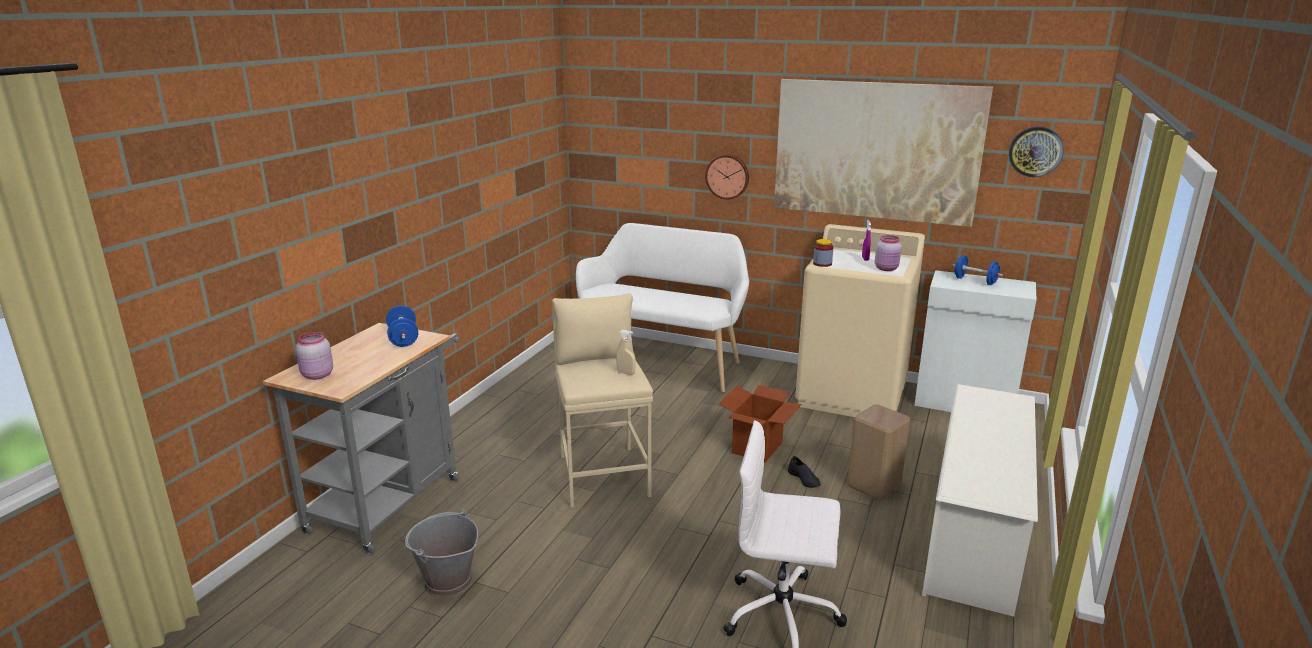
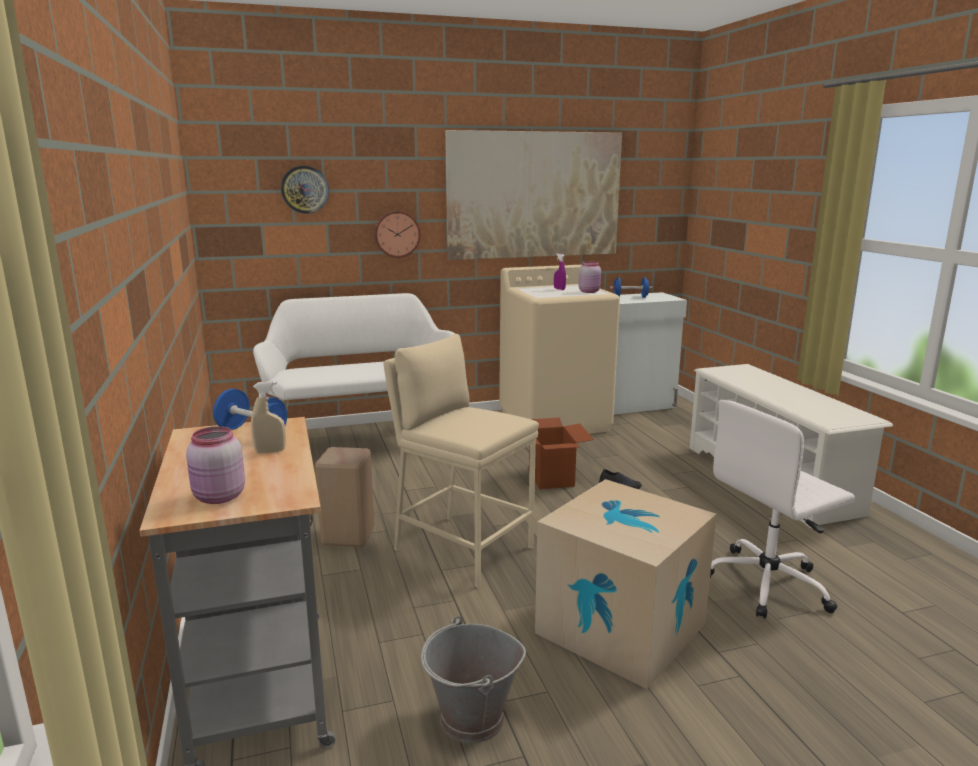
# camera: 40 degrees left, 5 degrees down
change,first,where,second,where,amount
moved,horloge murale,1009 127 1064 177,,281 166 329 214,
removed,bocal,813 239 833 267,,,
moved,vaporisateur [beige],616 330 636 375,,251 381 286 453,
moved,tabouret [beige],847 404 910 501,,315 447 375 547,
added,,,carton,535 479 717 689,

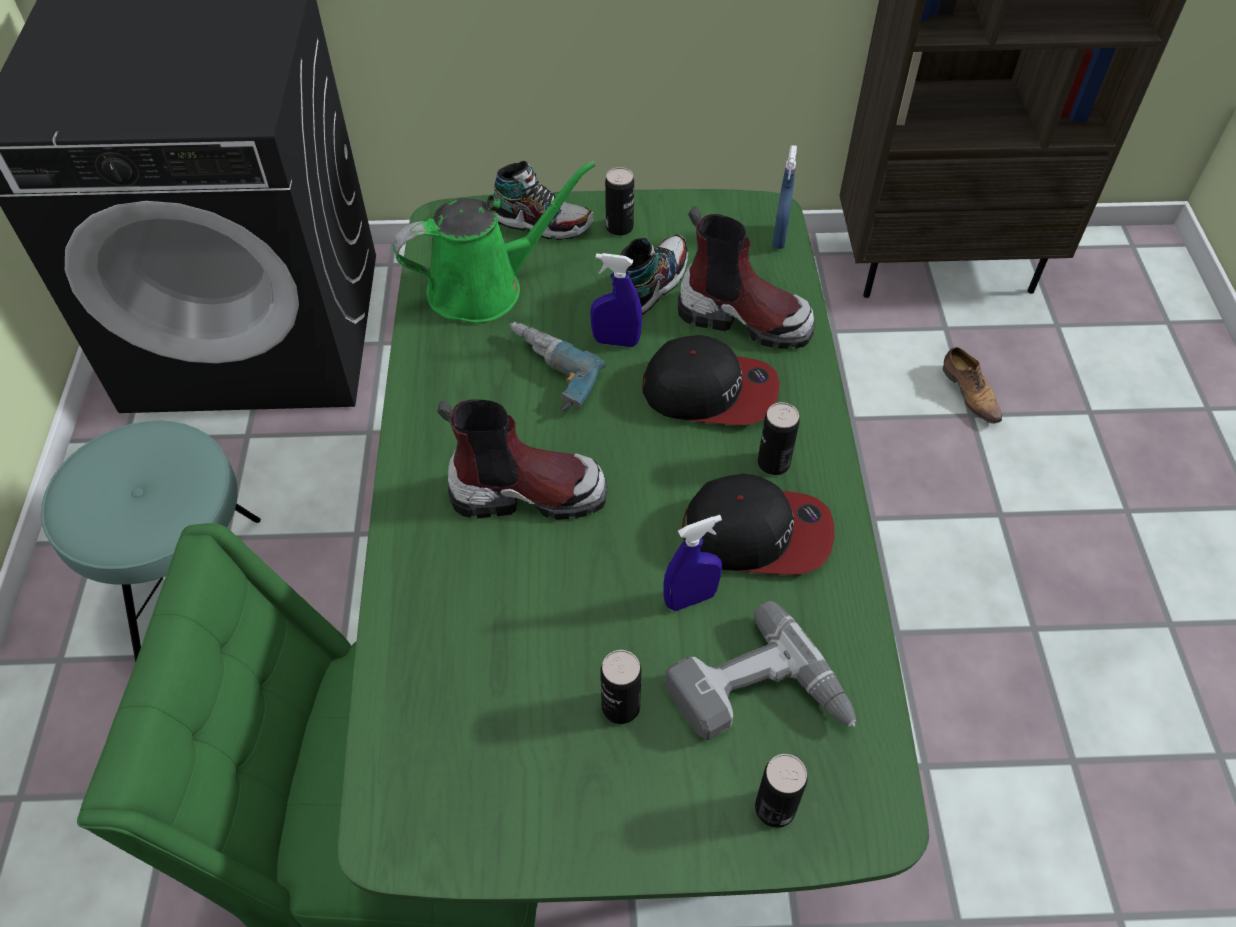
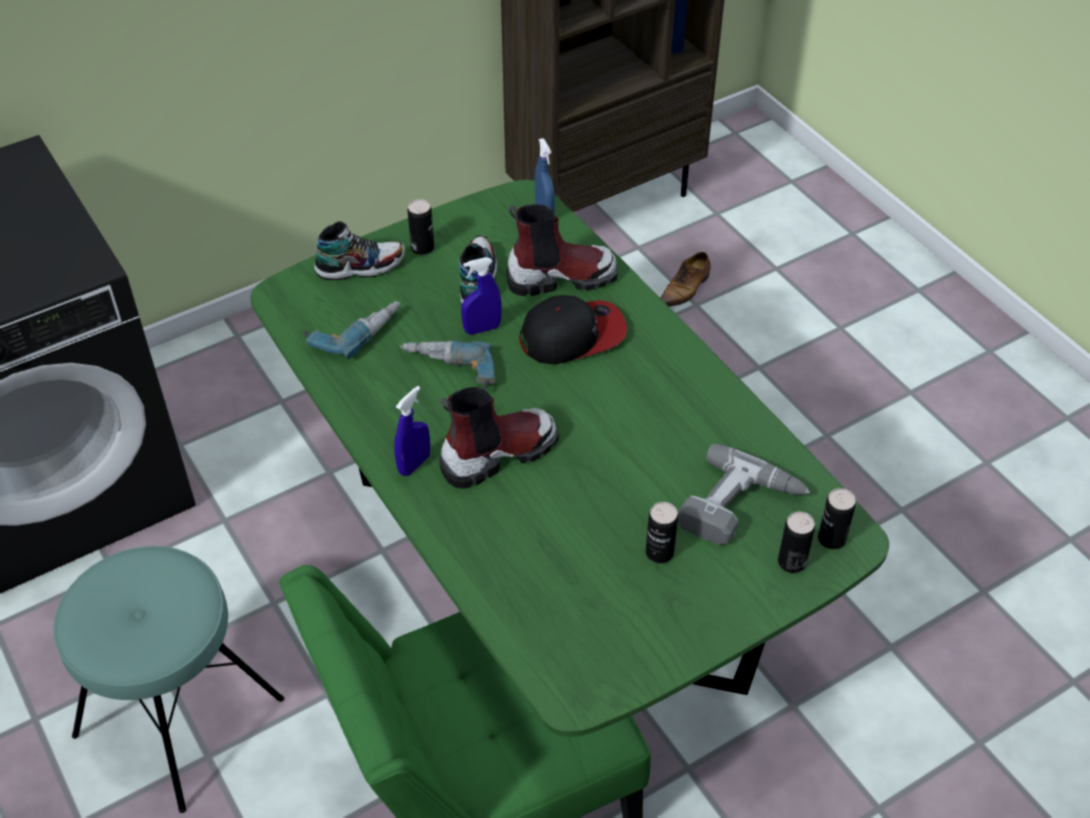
# camera: 30 degrees left, 5 degrees down
change,first,where,second,where,amount
replaced,arrosoir [vert],392 161 596 323,perceuse,303 301 400 359,
turned,chaussure,943 347 1002 424,,661 252 711 307,90 degrees clockwise
moved,boîte métallique,758 402 800 475,,818 488 856 549,
removed,casquette,682 473 834 575,,,
moved,vaporisateur [bleu],663 515 722 611,,394 386 430 476,

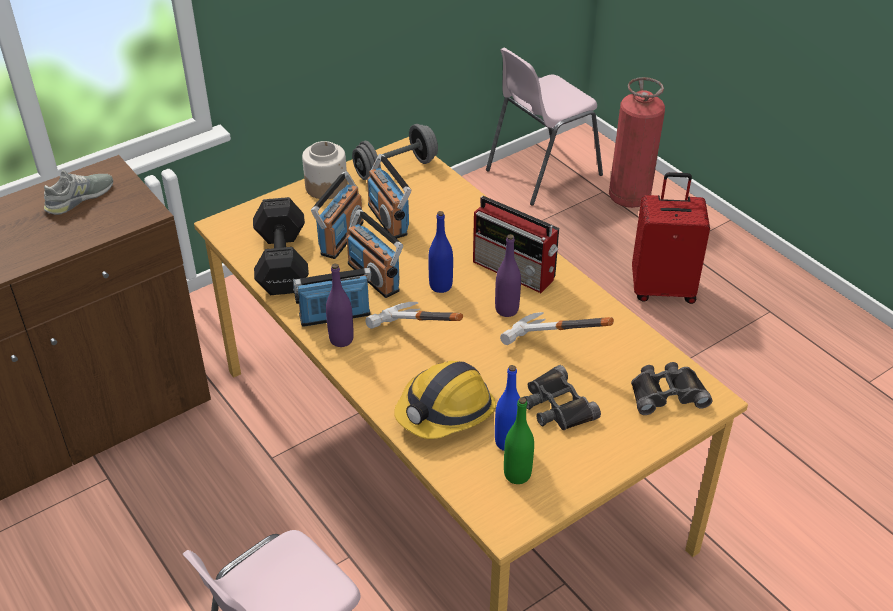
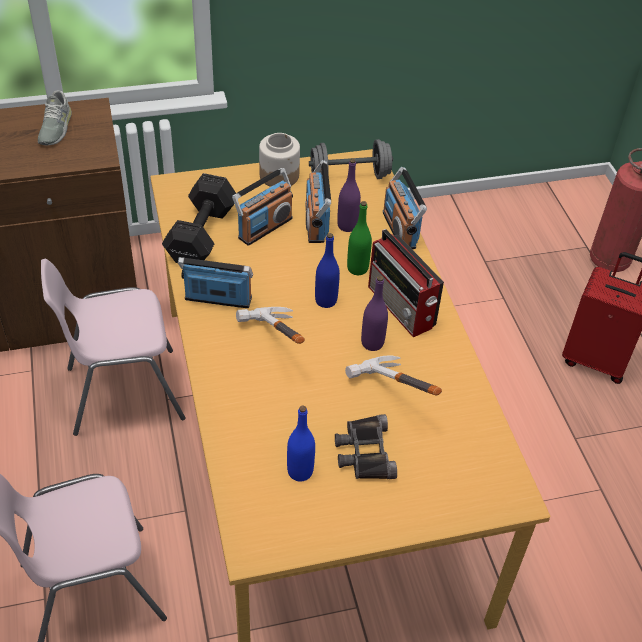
# camera: 20 degrees right, 5 degrees up
change,first,where,second,where,amount
moved,chaise [rose],486 48 603 206,,41 259 186 436,
turned,chaussure [gris],44 170 113 215,,38 91 72 145,120 degrees clockwise
moved,radio,347 210 403 298,,383 167 427 249,
moved,bouteille [violet],326 263 354 347,,337 159 361 232,
removed,casque de chantier,394 361 496 439,,,
removed,jumelles [noir],631 362 712 415,,,
moved,bouteille [vert],504 397 534 484,,347 201 372 275,

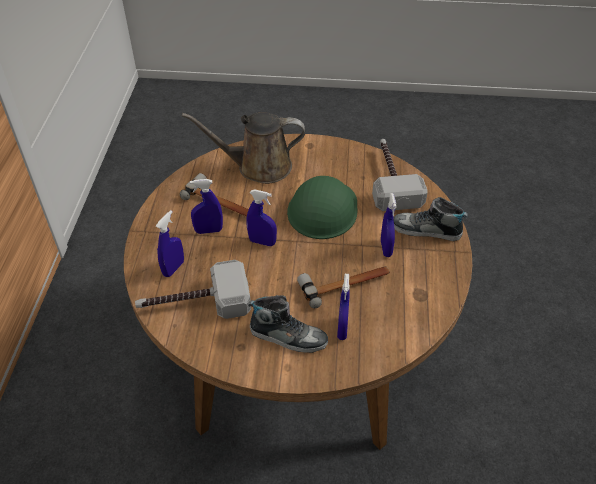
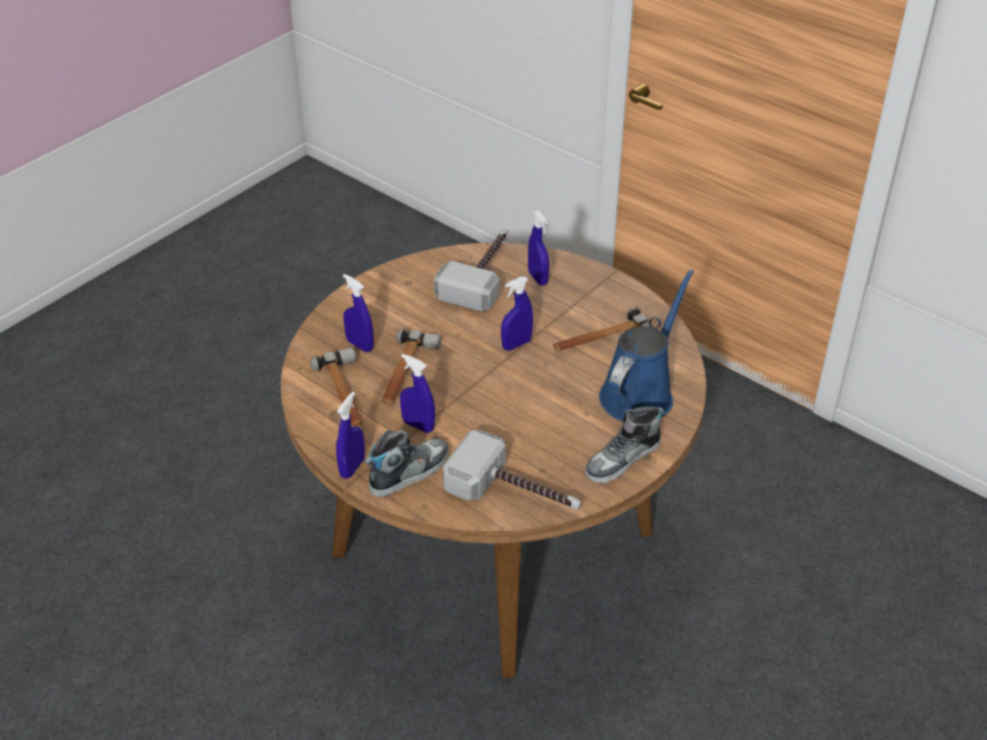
# camera: 125 degrees right, 5 degrees down
change,first,where,second,where,amount
recoloured,arrosoir [marron],182 112 305 184,arrosoir [bleu],599 269 694 421,
removed,casque de chantier [vert],287 176 358 239,,,
moved,vaporisateur [bleu],190 179 223 234,,336 392 365 479,
moved,chaussure,249 295 328 353,,585 407 665 483,
added,,,marteau,310 347 363 426,

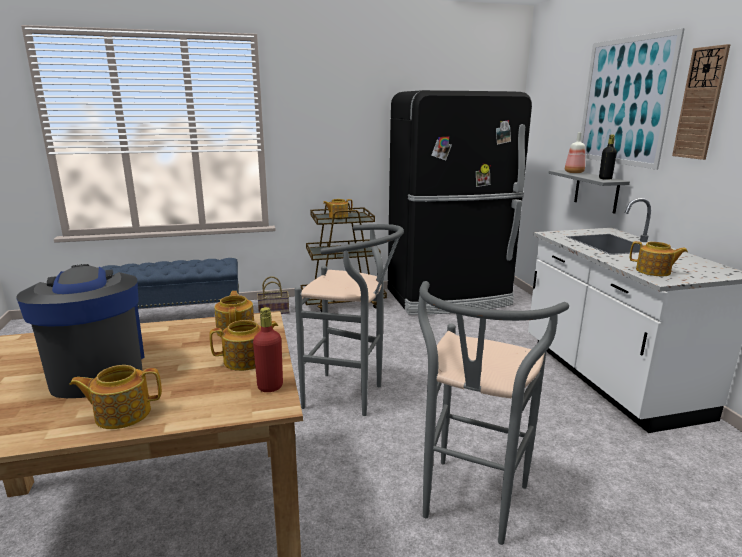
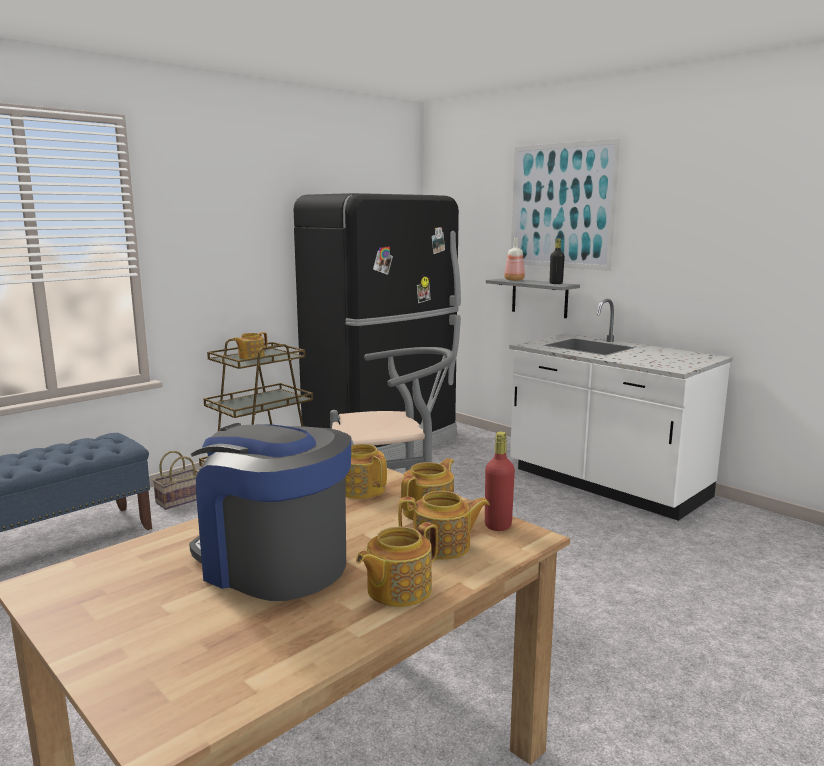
# camera: 30 degrees left, 5 degrees down
change,first,where,second,where,amount
removed,horloge murale,672 44 731 160,,,
moved,théière,630 241 688 276,,398 491 490 560,
removed,tabouret [gris],418 281 569 545,,,

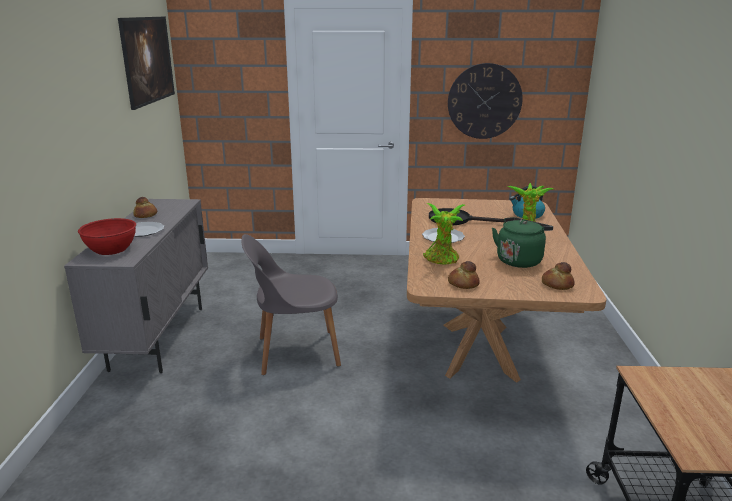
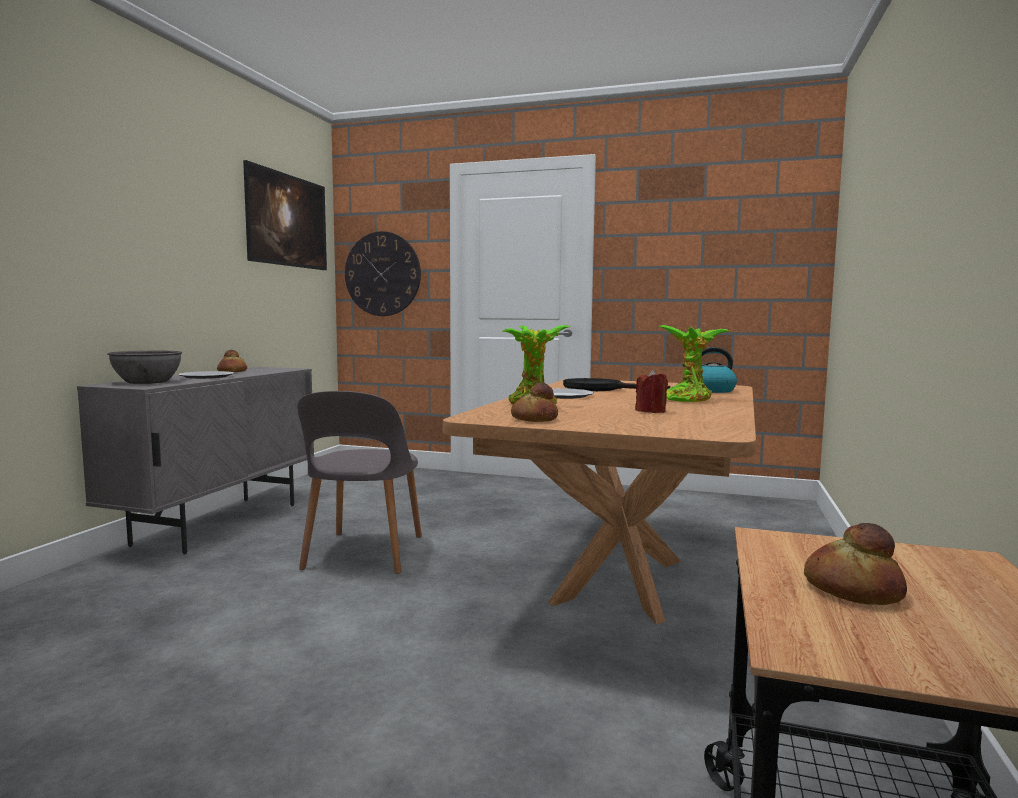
# camera: 15 degrees right, 15 degrees down
change,first,where,second,where,amount
moved,horloge murale,448 63 523 139,,345 231 421 316,
replaced,bouilloire [vert],492 217 553 268,bougie [rouge],635 369 668 413,
recoloured,bol [rouge],78 218 136 255,bol [gris],107 351 182 384,
turned,chaise [gris],241 234 341 375,,298 391 422 574,90 degrees counterclockwise
moved,pain,542 262 575 290,,804 523 907 605,

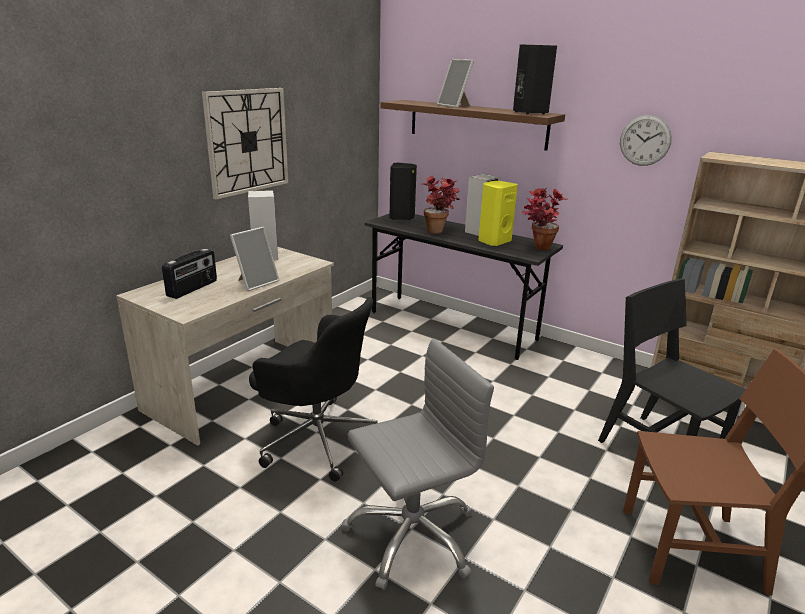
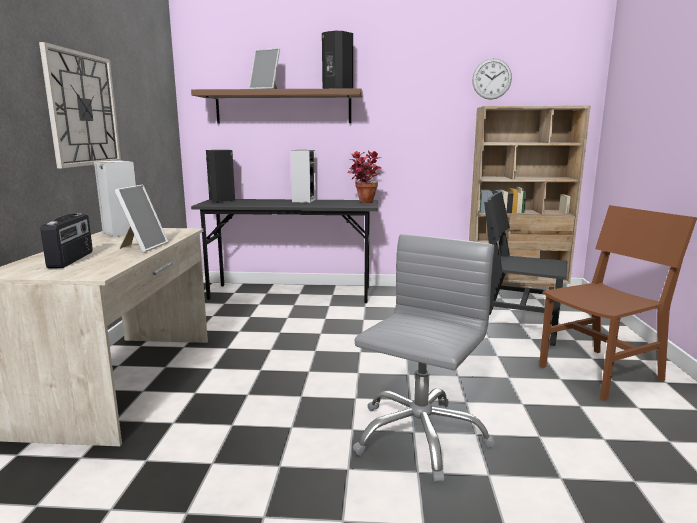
# camera: 30 degrees left, 10 degrees down
change,first,where,second,where,amount
moved,horloge murale,620 115 672 166,,472 58 512 100,
removed,plante en pot,421 175 460 234,,,
removed,enceinte [jaune],478 181 518 246,,,
removed,chaise de bureau [noir],249 297 378 482,,,

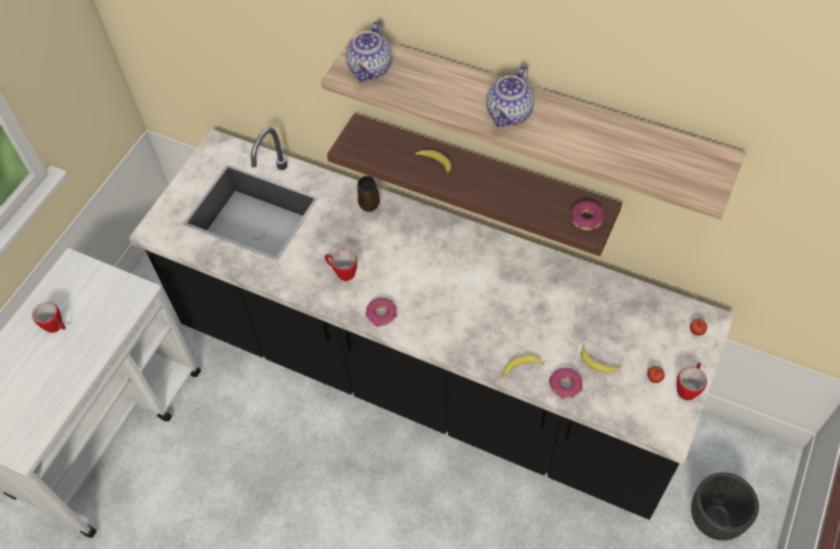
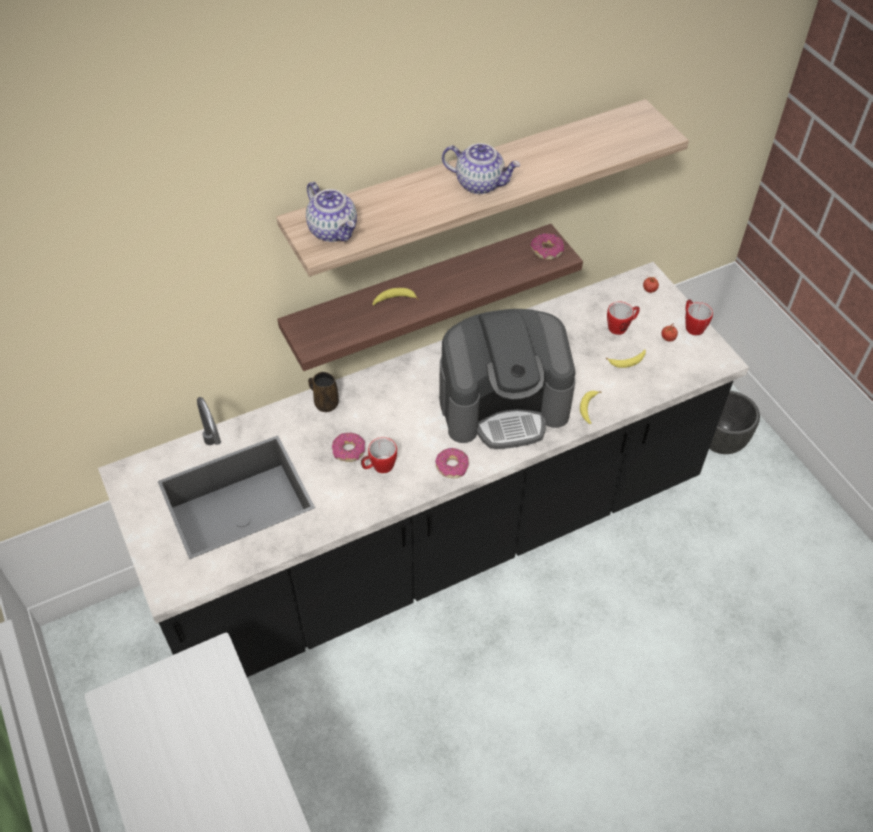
# camera: 55 degrees left, 5 degrees down
change,first,where,second,where,amount
turned,théière,486 65 534 127,,442 143 521 194,45 degrees counterclockwise
moved,mug,32 302 66 333,,607 301 640 335,
moved,beignet,549 368 582 399,,332 433 365 462,
added,,,machine à café,439 309 575 449,

